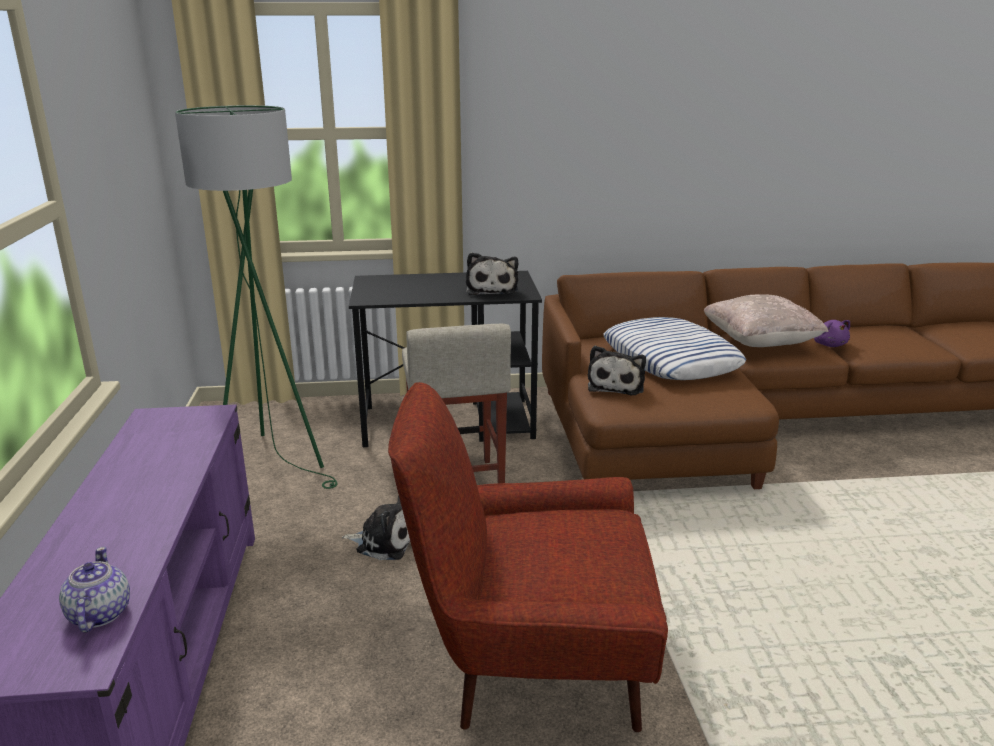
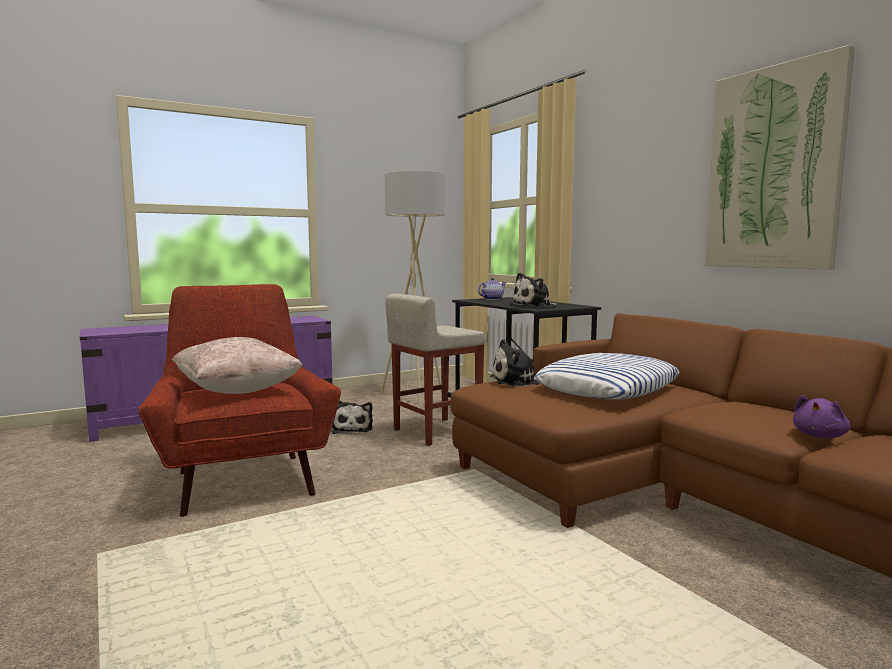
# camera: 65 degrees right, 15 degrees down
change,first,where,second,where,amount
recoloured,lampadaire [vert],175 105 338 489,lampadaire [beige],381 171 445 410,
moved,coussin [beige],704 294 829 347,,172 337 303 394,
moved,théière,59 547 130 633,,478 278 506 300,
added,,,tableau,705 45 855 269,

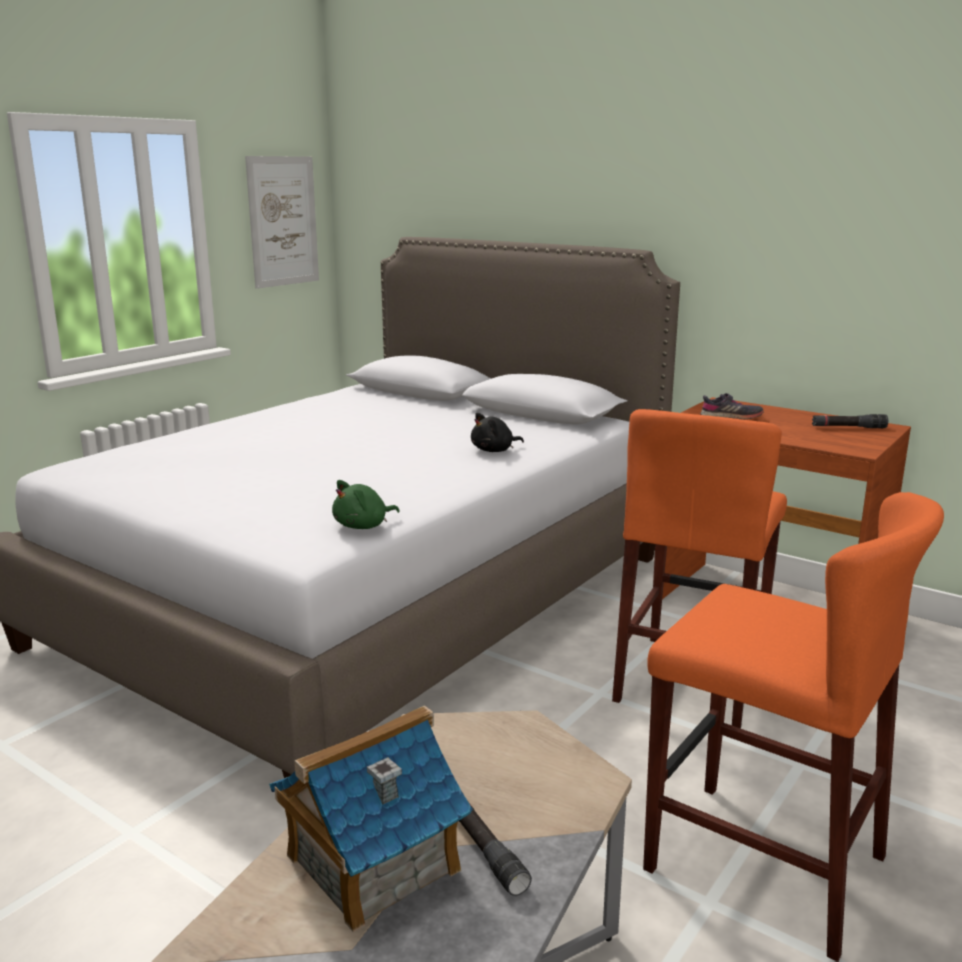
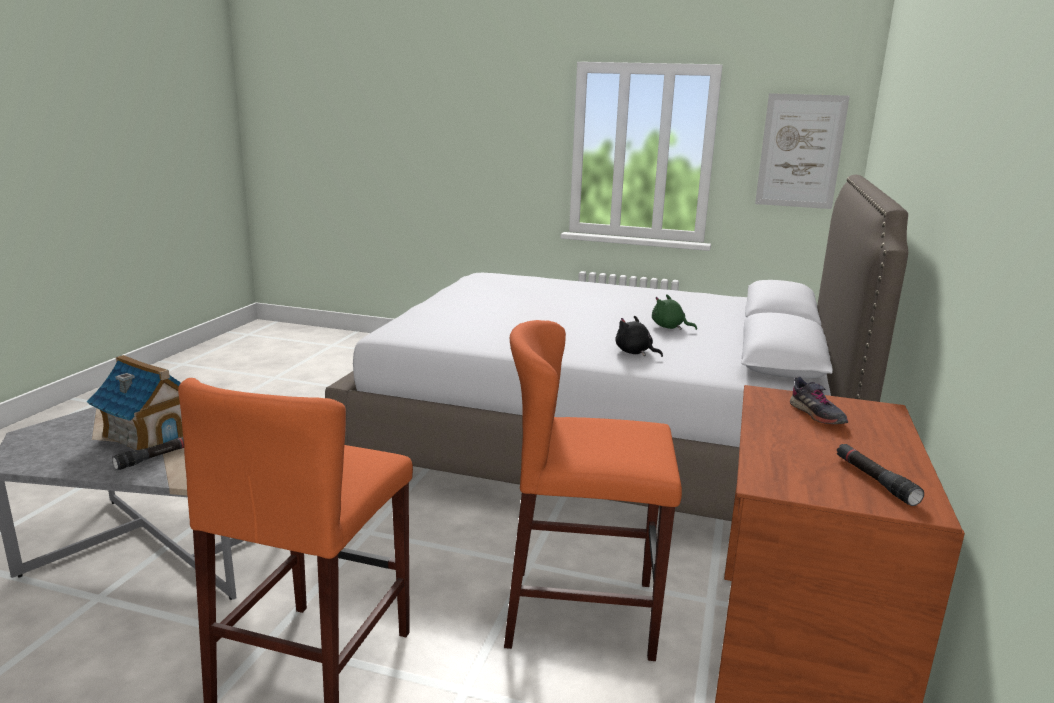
# camera: 70 degrees right, 0 degrees up
change,first,where,second,where,amount
moved,peluche [vert],332 480 400 529,,652 294 697 330,

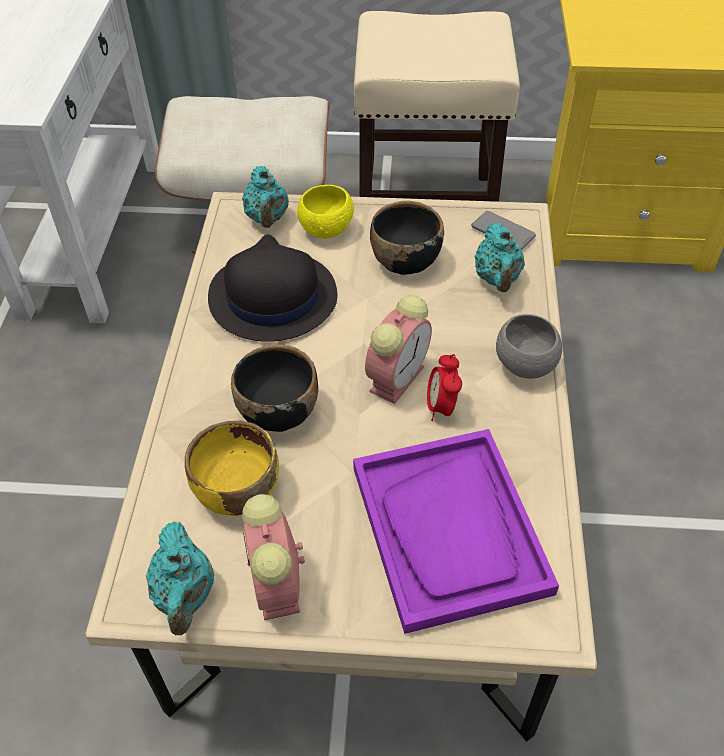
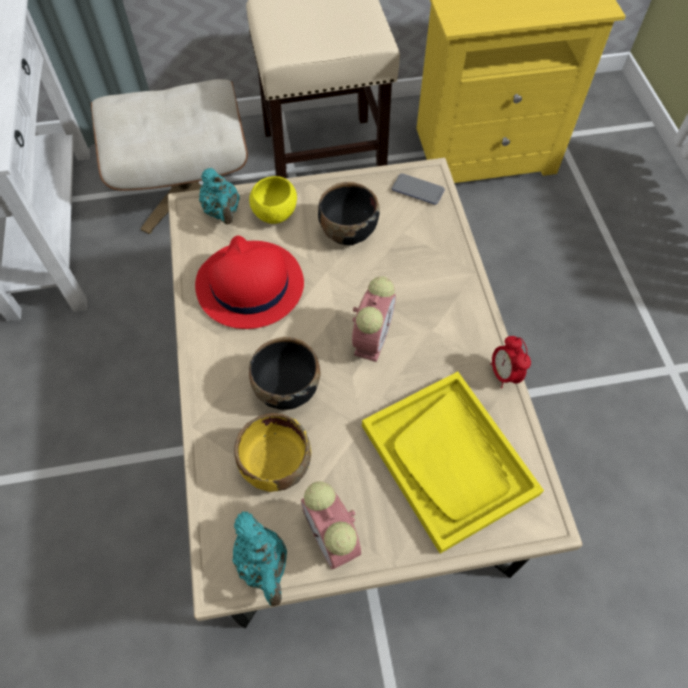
# camera: 15 degrees left, 10 degrees up
change,first,where,second,where,amount
removed,théière [turquoise],474 223 525 292,,,
recoloured,chapeau [noir],208 234 337 342,chapeau [rouge],195 235 304 329,
removed,bol [gris],496 314 562 379,,,
moved,réveil,427 354 462 421,,490 336 531 388,
recoloured,plateau [violet],353 429 559 634,plateau [jaune],362 372 544 554,

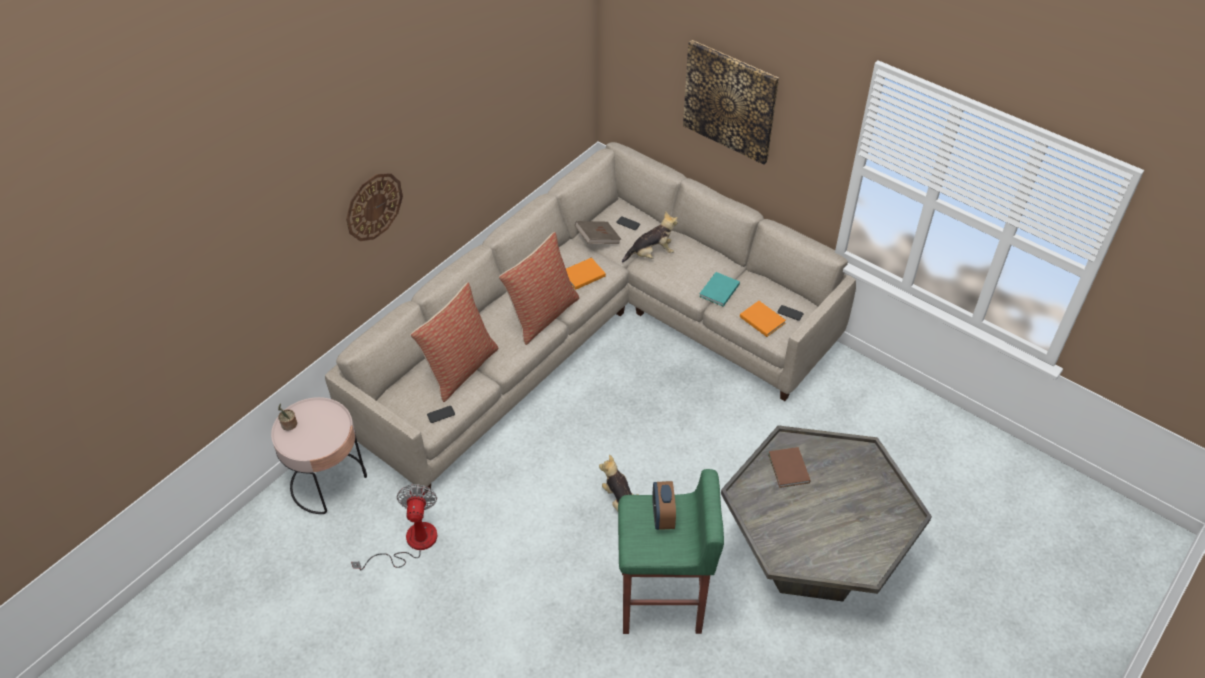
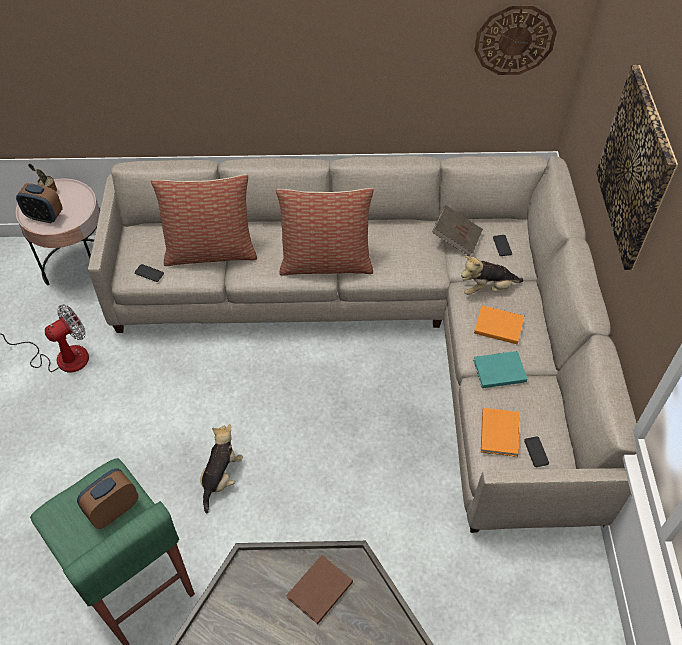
# camera: 50 degrees right, 5 degrees up
change,first,where,second,where,amount
moved,horloge murale,346 173 403 241,,474 5 557 75,
turned,peluche,622 211 678 263,,461 256 524 295,135 degrees clockwise
moved,livre [orange],566 258 606 290,,474 305 524 344,
added,,,réveil,16 183 62 223,

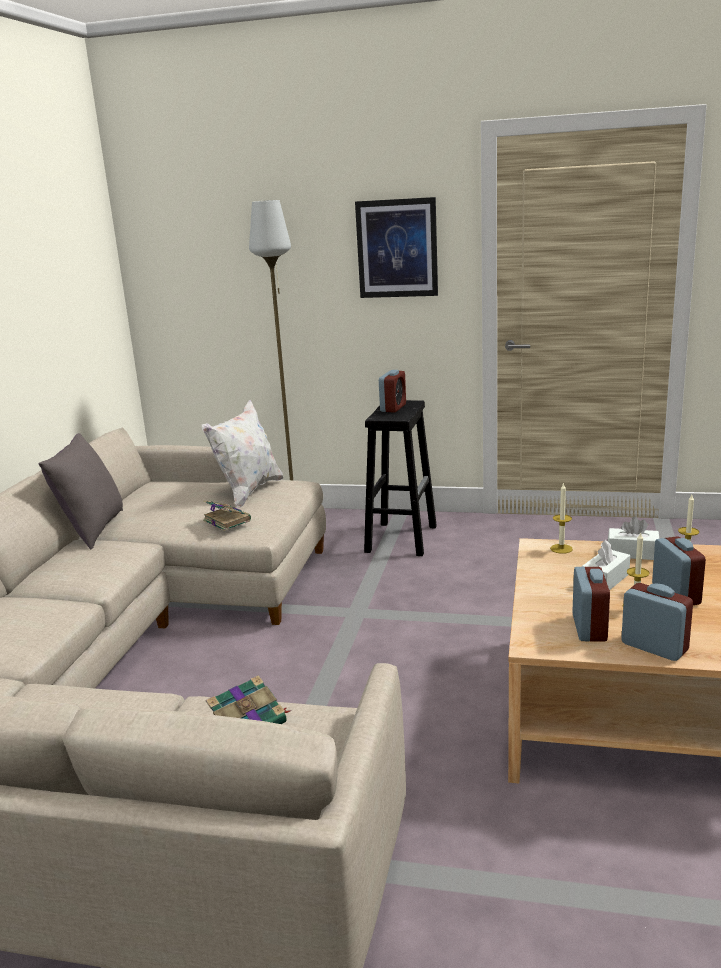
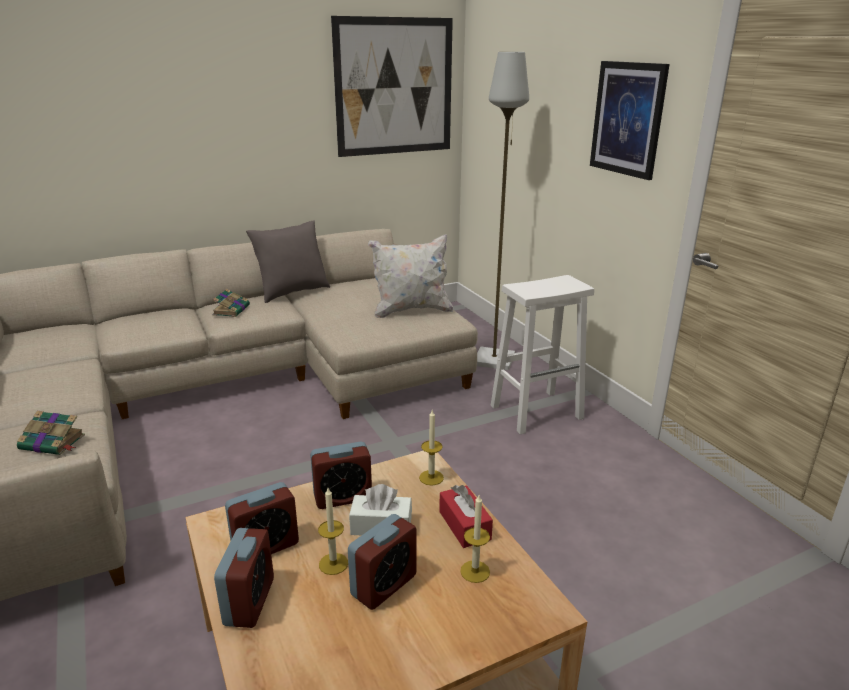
# camera: 50 degrees right, 5 degrees up
change,first,where,second,where,amount
moved,réveil,379 370 406 413,,310 442 372 509,
recoloured,tabouret [noir],364 400 437 556,tabouret [blanc],491 275 594 435,
moved,livre,203 500 251 531,,212 288 250 317,
recoloured,boîte à mouchoirs [blanc],608 516 659 560,boîte à mouchoirs [rouge],439 485 493 548,
added,,,tableau,331 16 453 157,

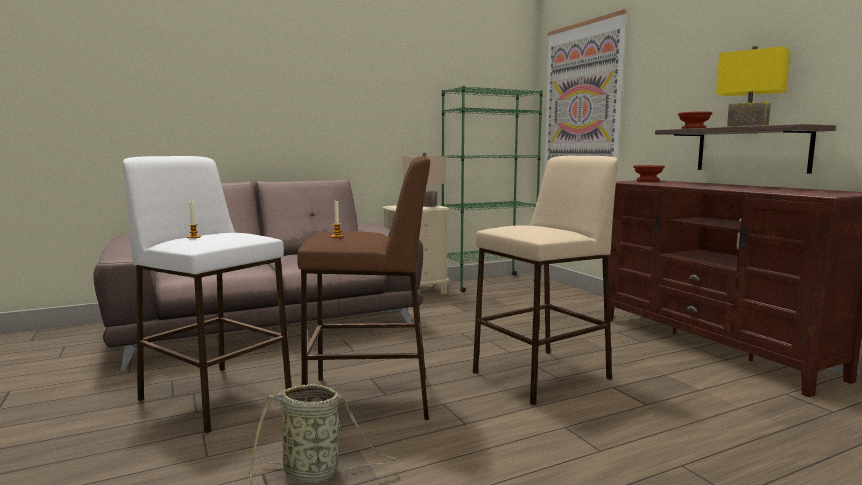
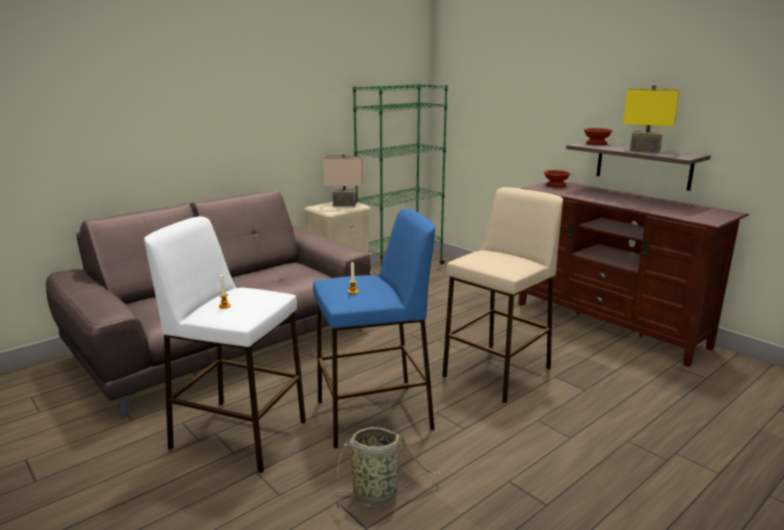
# camera: 15 degrees left, 10 degrees up
change,first,where,second,where,amount
removed,tableau,544 9 627 181,,,
recoloured,tabouret [marron],297 156 430 420,tabouret [bleu],313 208 435 449,

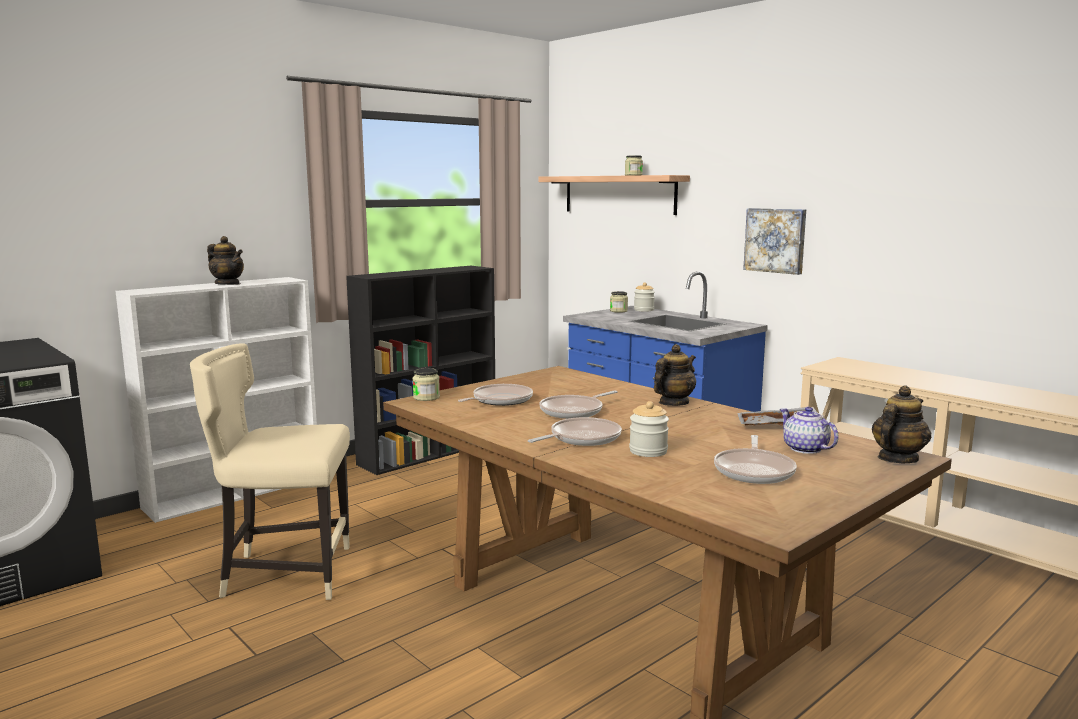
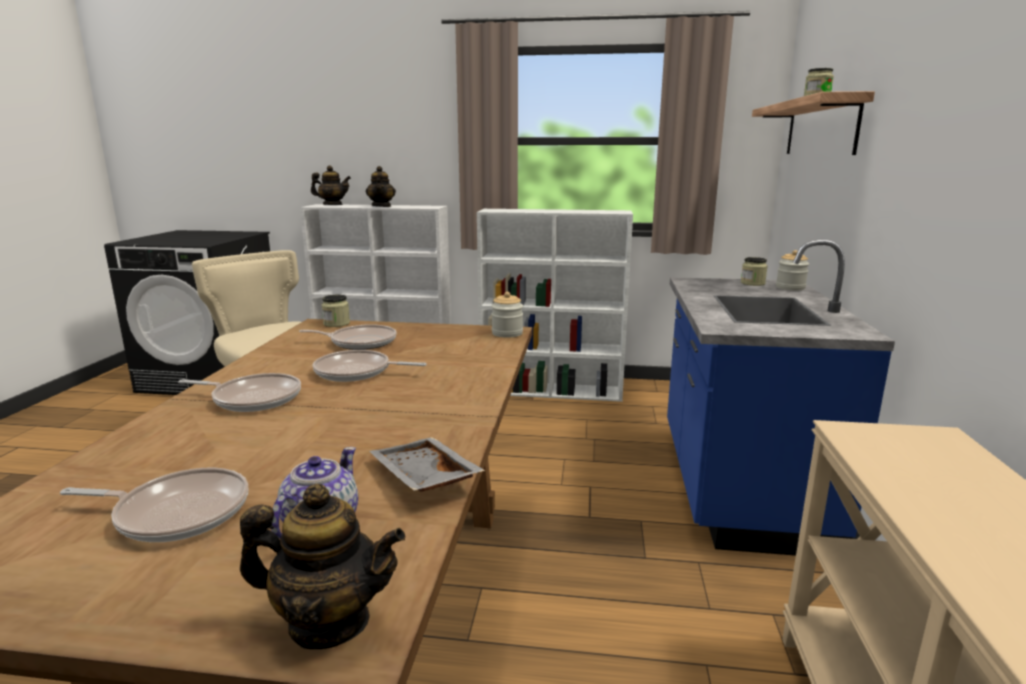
# camera: 50 degrees right, 5 degrees up
change,first,where,second,where,amount
removed,tableau,743 208 806 275,,,
recoloured,bibliothèque [noir],346 266 495 475,bibliothèque [blanc],477 209 633 402,
moved,théière,654 344 696 406,,311 166 351 205,
moved,bocal,629 401 669 457,,491 292 523 338,
turned,poêle,714 435 797 484,,60 468 248 542,150 degrees counterclockwise

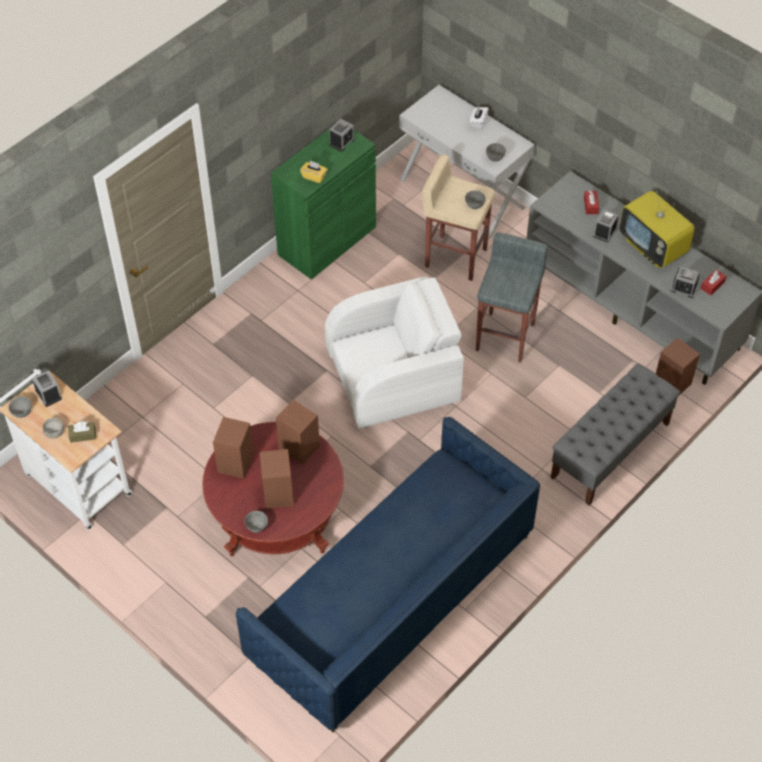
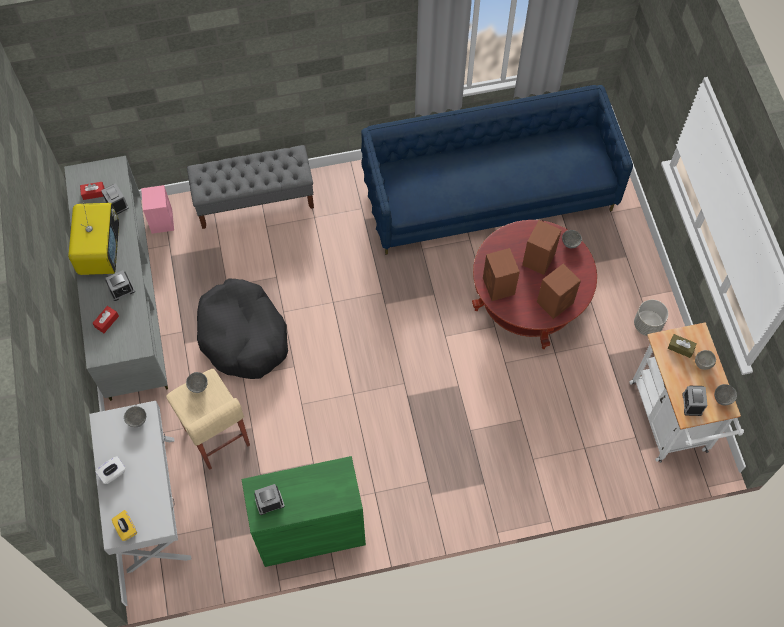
# camera: 145 degrees left, 10 degrees up
change,first,where,second,where,amount
moved,boîte à mouchoirs [jaune],300 160 328 183,,112 510 137 541,
replaced,tabouret [gris],476 233 548 362,panier pour chien [noir],197 278 288 379,
removed,fauteuil [blanc],325 276 464 429,,,
recoloured,enceinte [marron],656 338 700 394,enceinte [rose],141 185 174 234,
added,,,cache-pot [gris],634 300 668 336,

